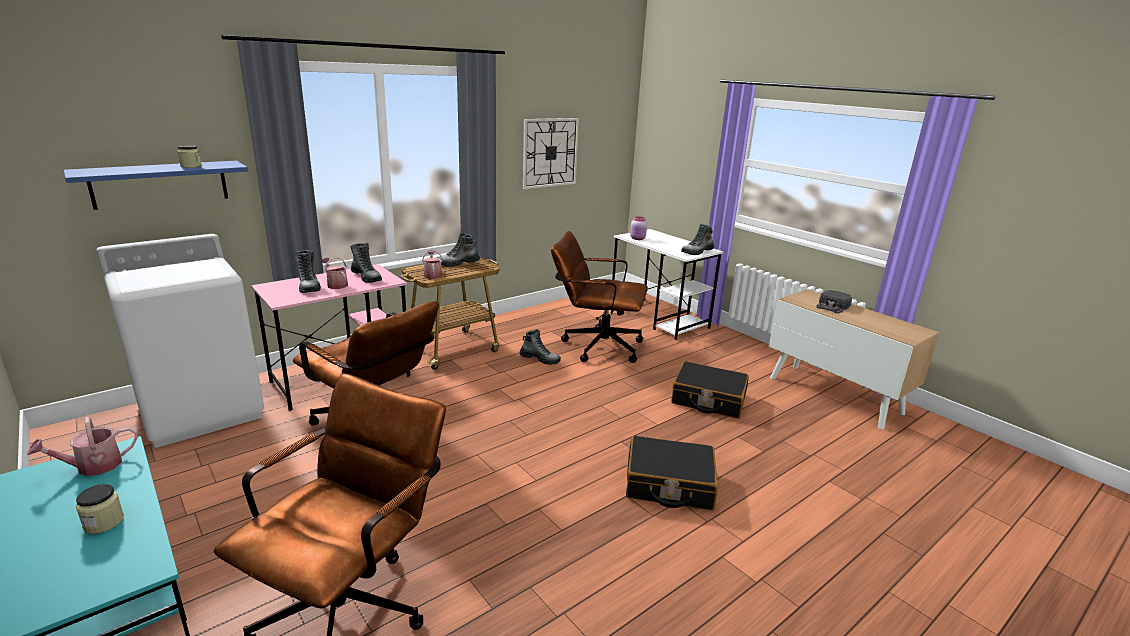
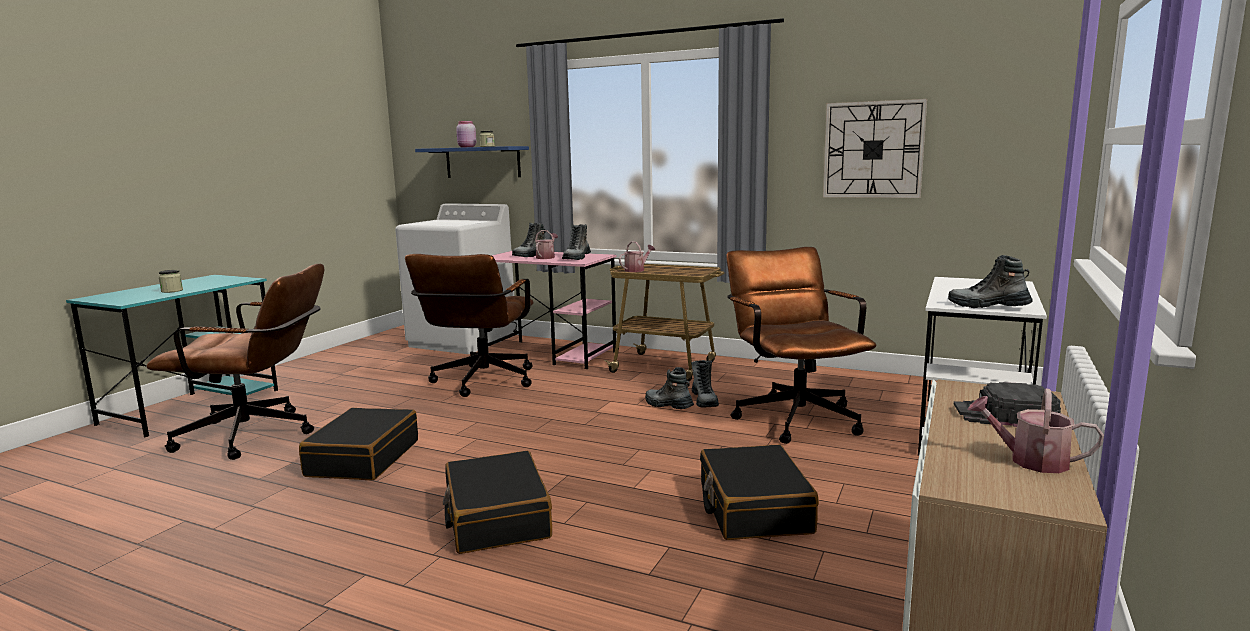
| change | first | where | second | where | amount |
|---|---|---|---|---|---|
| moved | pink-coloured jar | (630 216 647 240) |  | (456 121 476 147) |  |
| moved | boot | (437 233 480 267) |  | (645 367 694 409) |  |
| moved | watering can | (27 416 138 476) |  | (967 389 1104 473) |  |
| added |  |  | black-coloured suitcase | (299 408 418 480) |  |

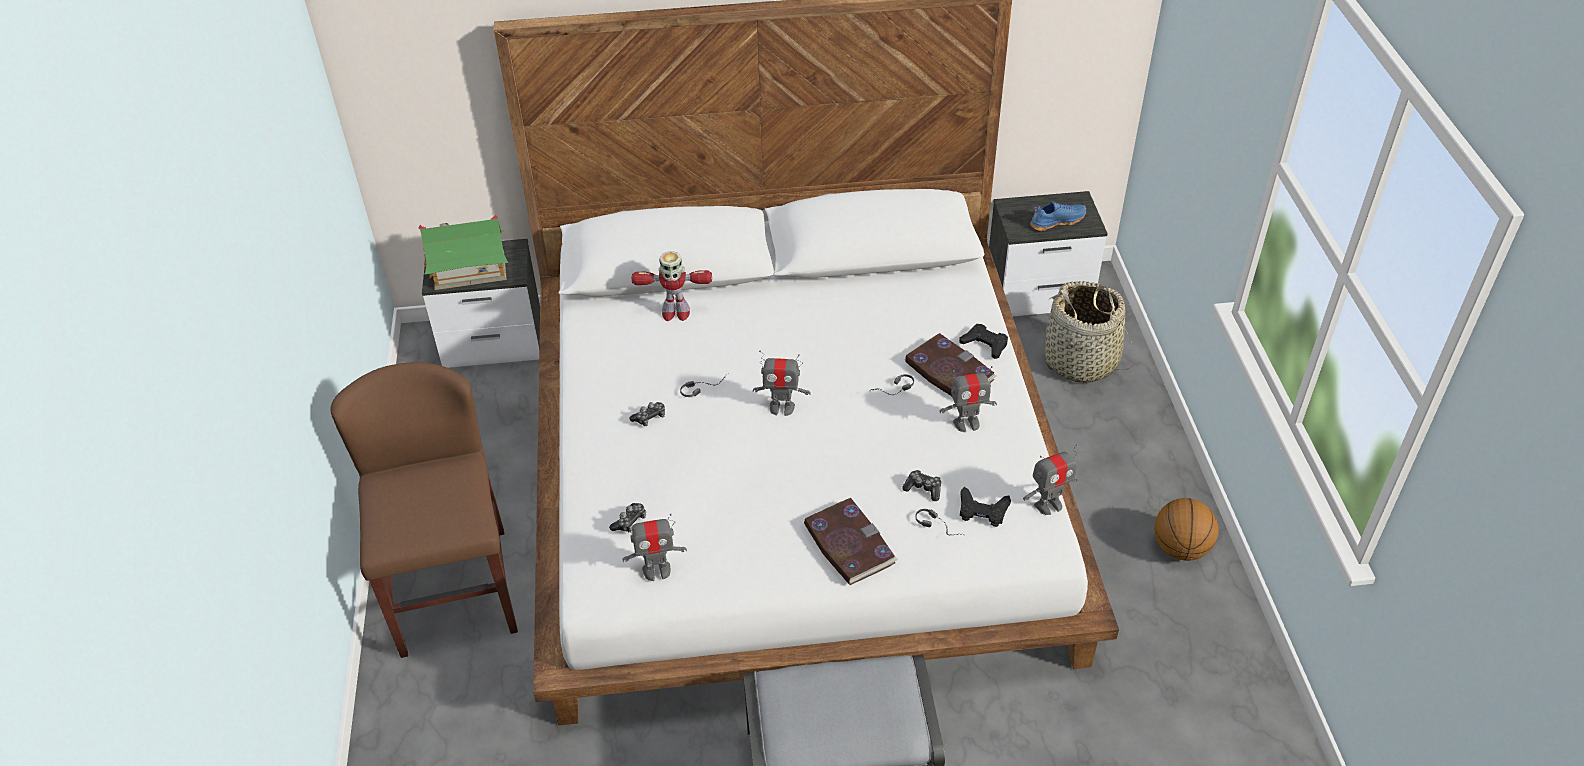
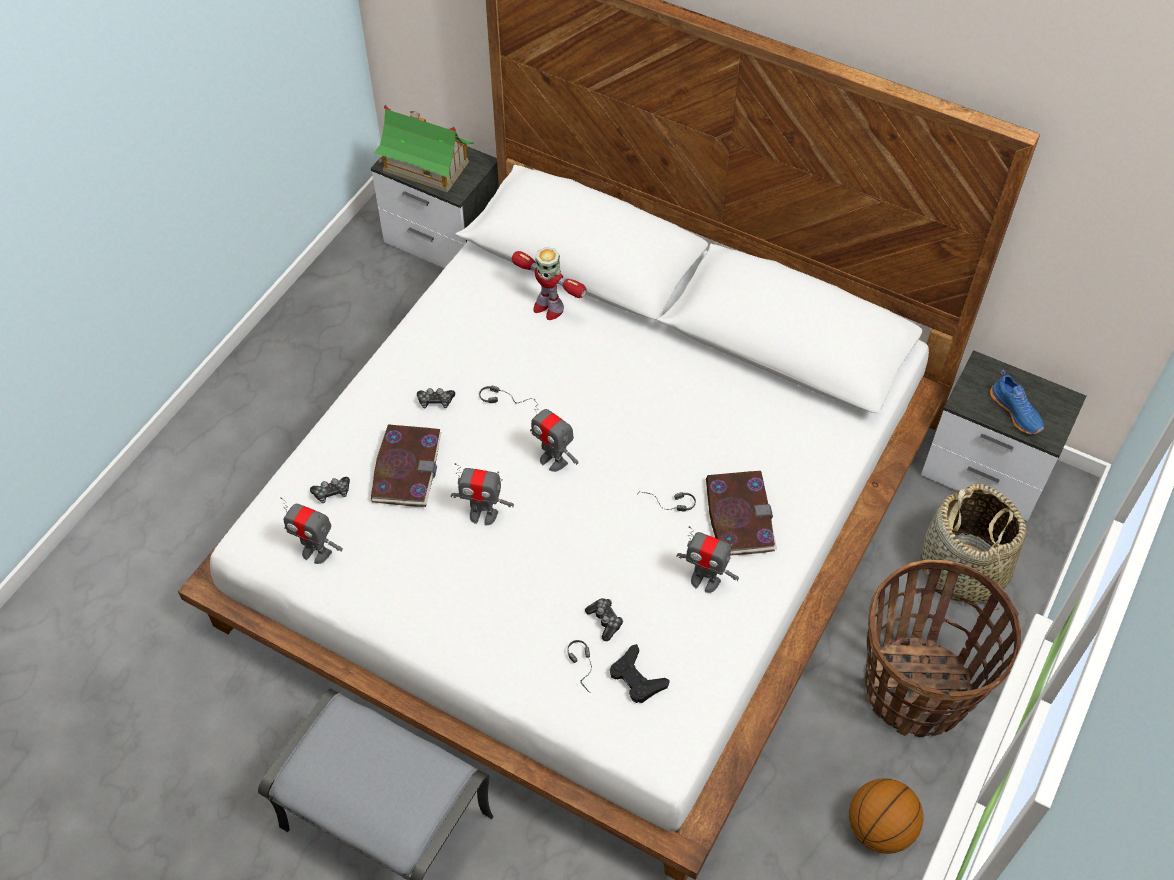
| change | first | where | second | where | amount |
|---|---|---|---|---|---|
| turned | blue-coloured shoe | (1030 202 1086 231) |  | (990 370 1044 434) | 45 degrees clockwise |
| removed | black-coloured game controller | (959 324 1008 359) |  |  |  |
| removed | brown-coloured upright chair | (331 362 518 658) |  |  |  |
| moved | model robot | (1023 444 1078 515) |  | (451 463 514 525) |  |
| moved | volume | (804 498 898 585) |  | (371 425 442 507) |  |
| added |  |  | storage basket | (865 560 1021 737) |  |

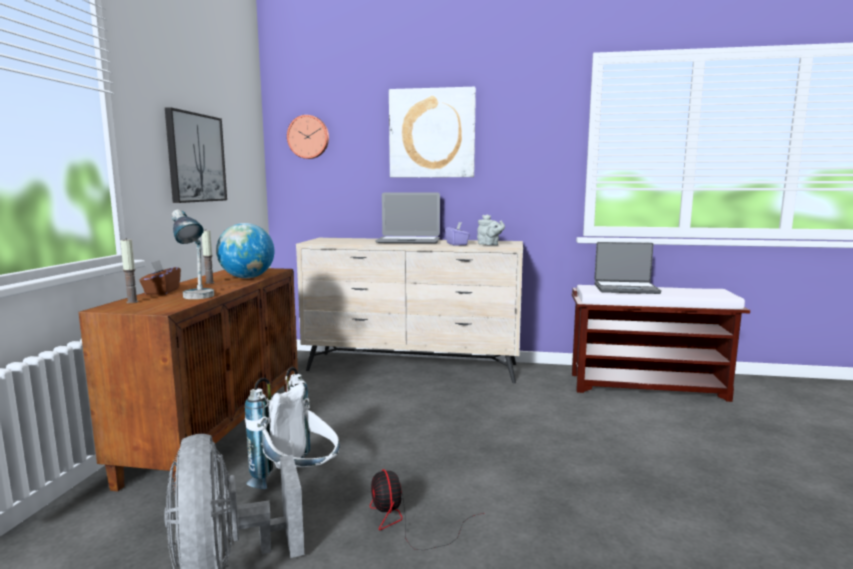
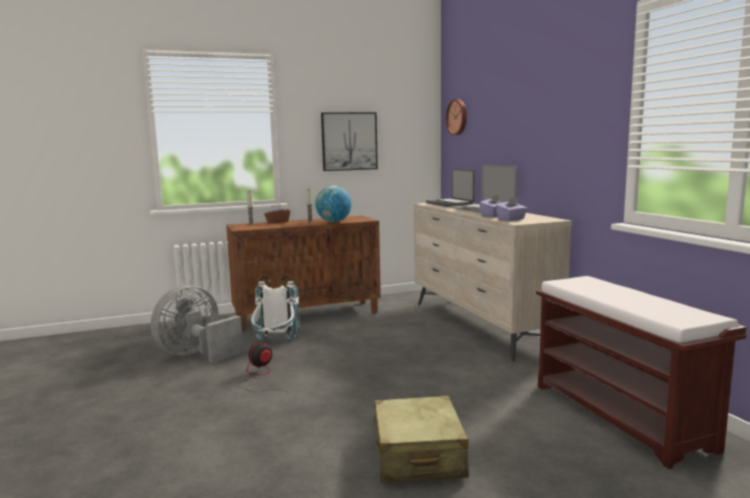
| change | first | where | second | where | amount |
|---|---|---|---|---|---|
| removed | wall art | (389 87 476 177) |  |  |  |
| removed | lamp for a table | (172 210 214 299) |  |  |  |
| replaced | grey tea pot | (477 215 505 245) | purple-coloured box of tissues | (496 197 527 221) |  |
| moved | notebook computer | (594 242 661 294) |  | (426 169 475 207) |  |
| added |  |  | beige-coloured suitcase | (372 396 469 483) |  |

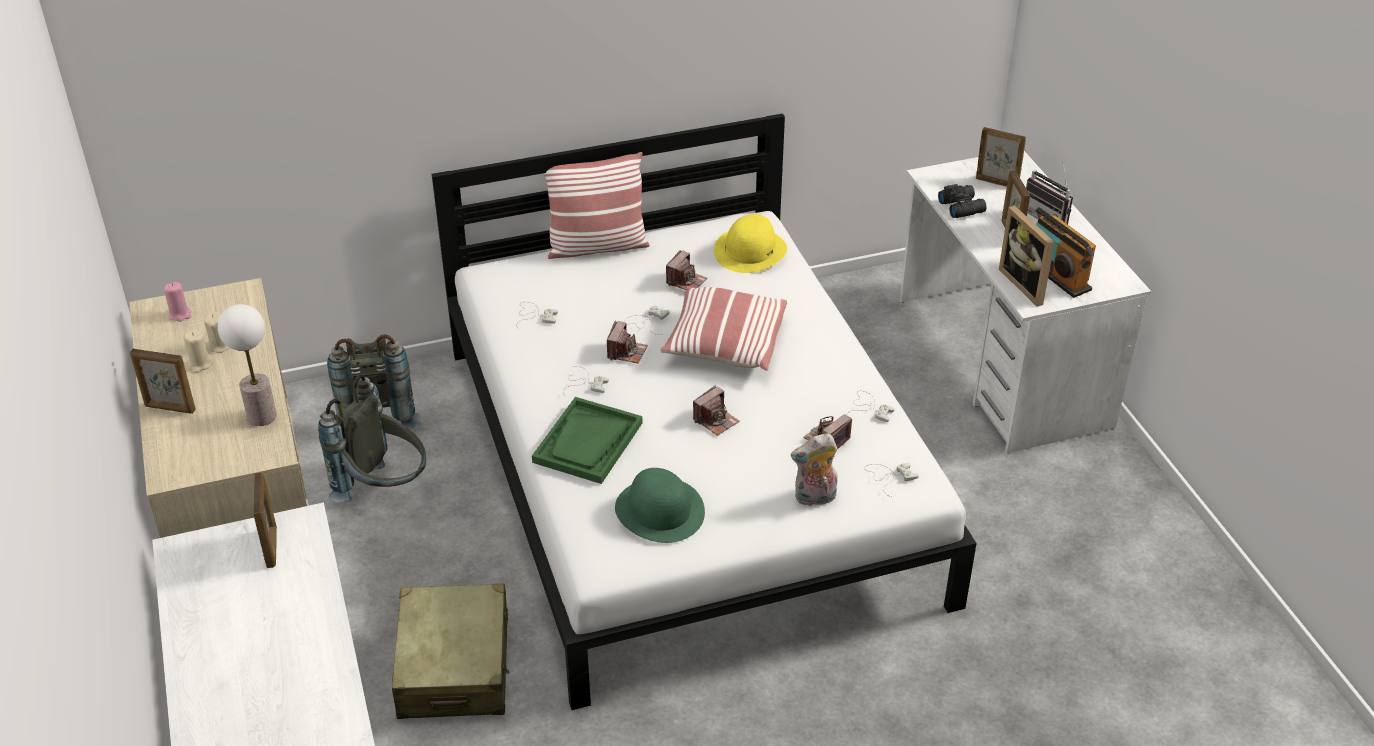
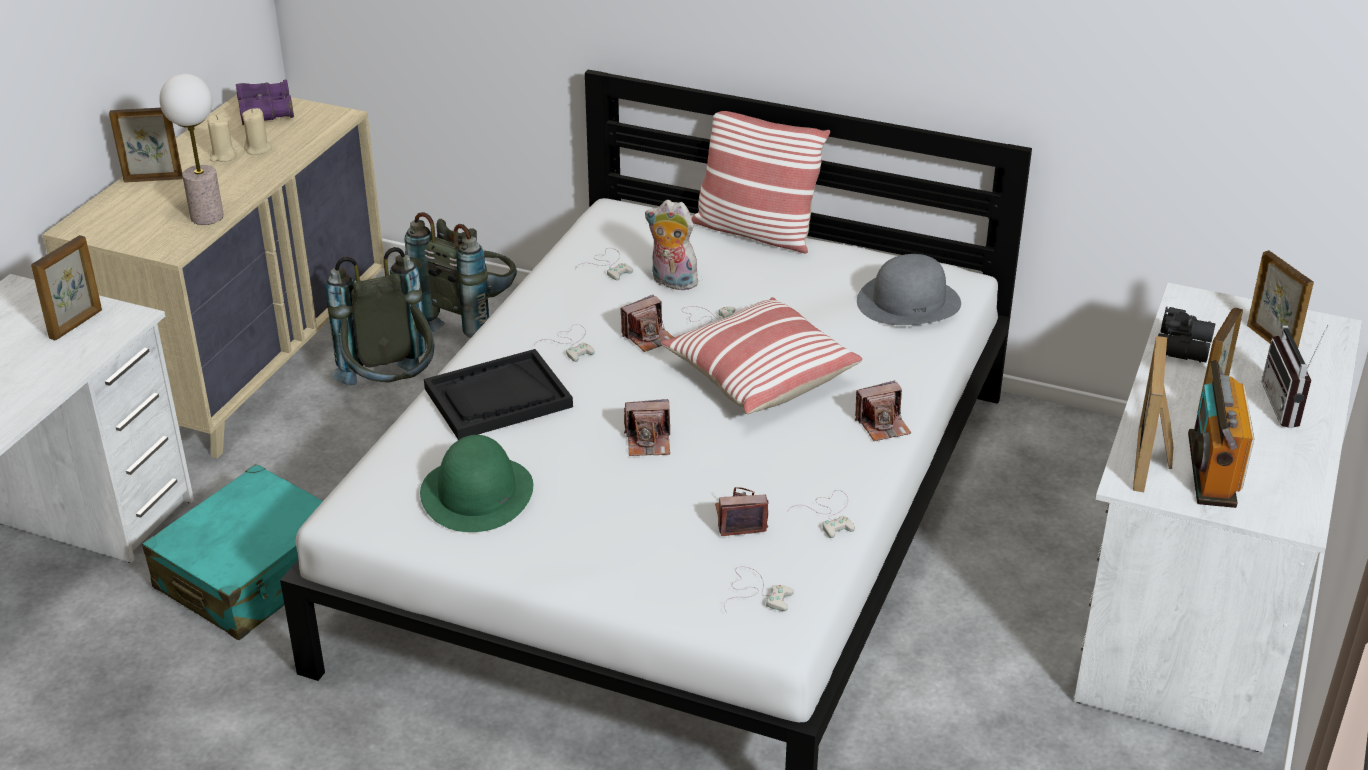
| change | first | where | second | where | amount |
|---|---|---|---|---|---|
| recoloured | yellow clothing hat | (714 214 787 273) | grey clothing hat | (857 254 961 325) |  |
| moved | photo camera | (666 250 707 290) |  | (855 381 911 441) |  |
| replaced | pink-coloured candle | (164 282 191 322) | purple-coloured binoculars | (236 80 294 125) |  |
| turned | standing frame | (130 349 195 414) |  | (109 107 183 183) | 120 degrees clockwise |
| recoloured | green carrying tray | (532 397 642 484) | black-coloured carrying tray | (424 349 573 440) |  |
| moved | cuddly toy | (791 433 838 507) |  | (645 200 698 290) |  |
| recoloured | beige-coloured suitcase | (392 584 509 719) | turquoise-coloured suitcase | (142 464 323 640) |  |

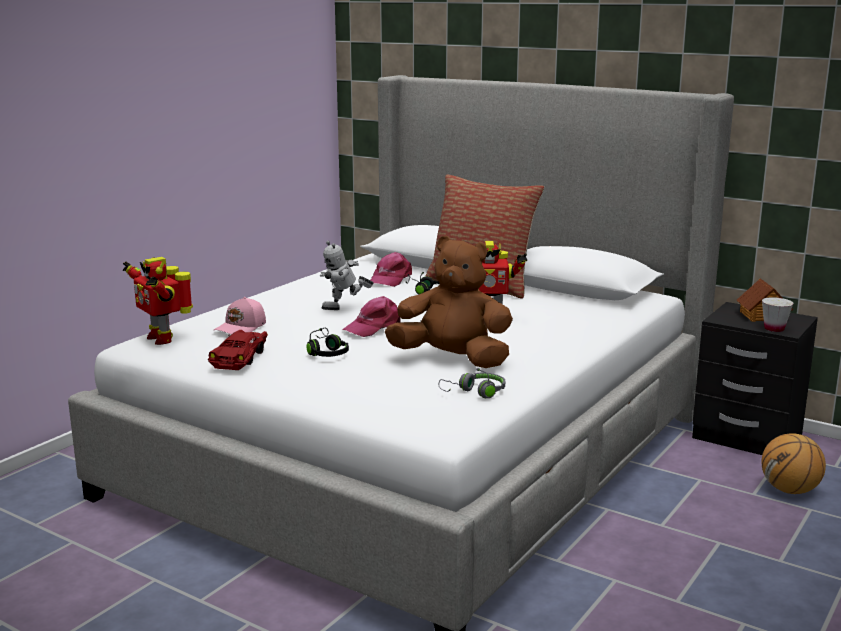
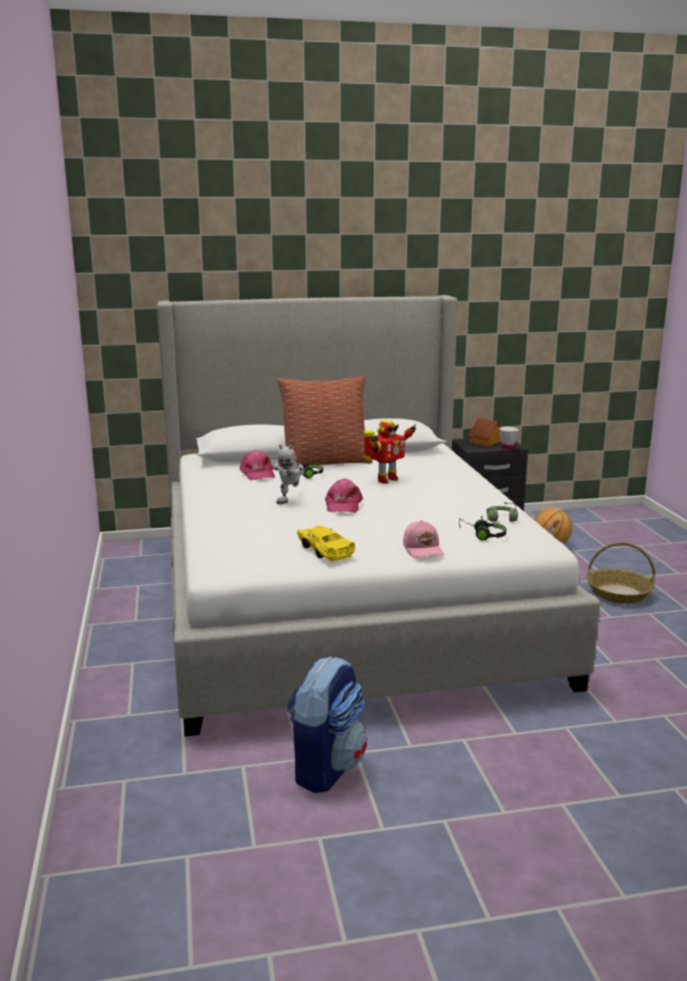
| change | first | where | second | where | amount |
|---|---|---|---|---|---|
| removed | brown-coloured cuddly toy | (385 236 513 368) |  |  |  |
| removed | model robot | (123 257 193 345) |  |  |  |
| moved | pink-coloured cap | (214 297 266 334) |  | (403 520 444 558) |  |
| moved | black-coloured headphones | (306 328 349 357) |  | (459 516 506 540) |  |
| recoloured | red-coloured miniature car | (208 330 268 370) | yellow miniature car | (297 525 356 561) |  |
| added |  |  | storage basket | (587 542 655 604) |  |
| added |  |  | knapsack | (286 657 367 793) |  |

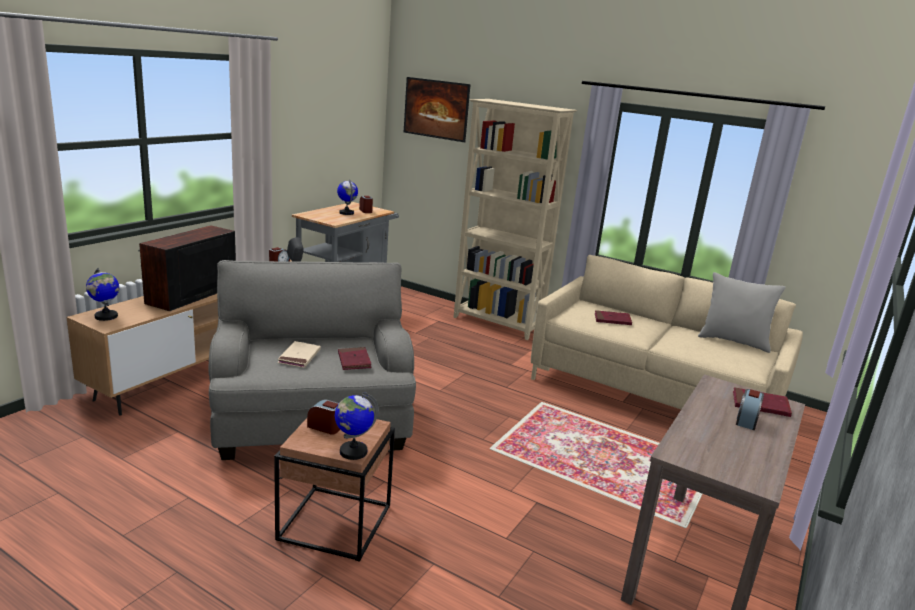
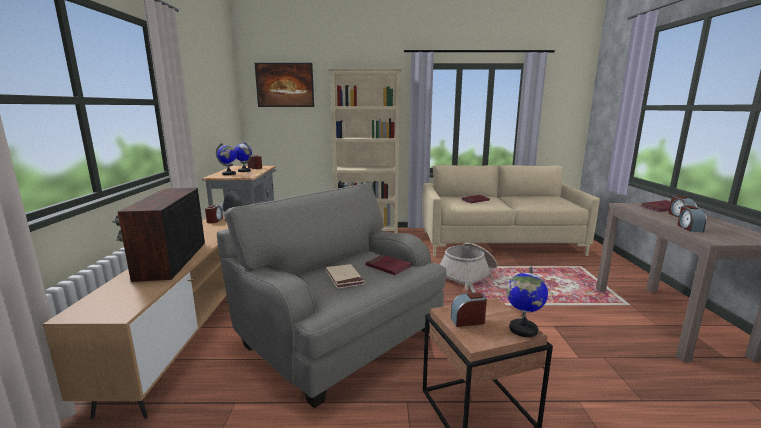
| change | first | where | second | where | amount |
|---|---|---|---|---|---|
| moved | globe | (86 268 119 321) |  | (216 143 237 175) |  |
| removed | grey pillow | (698 272 786 353) |  |  |  |
| added |  |  | alarm clock | (677 206 707 232) |  |
| added |  |  | storage basket | (439 243 498 290) |  |

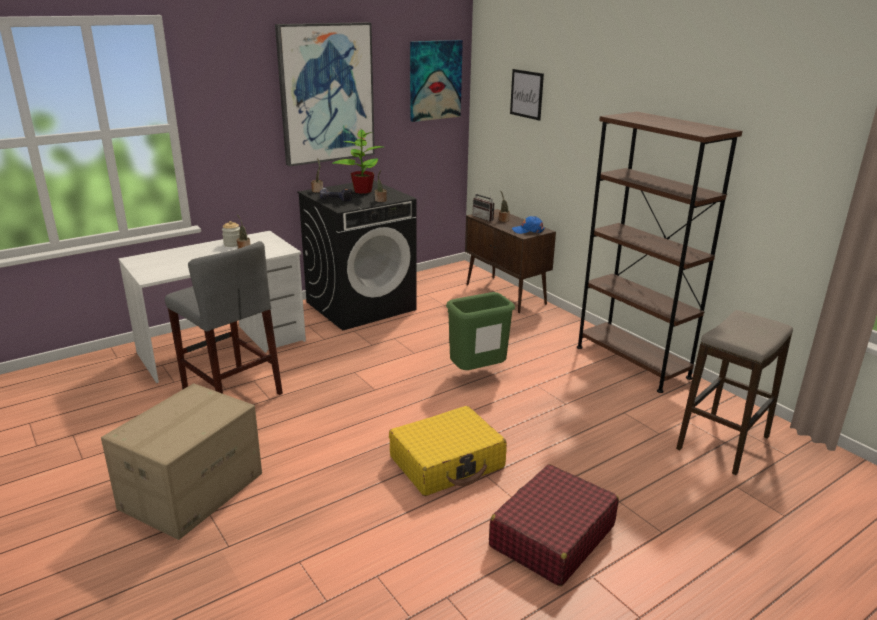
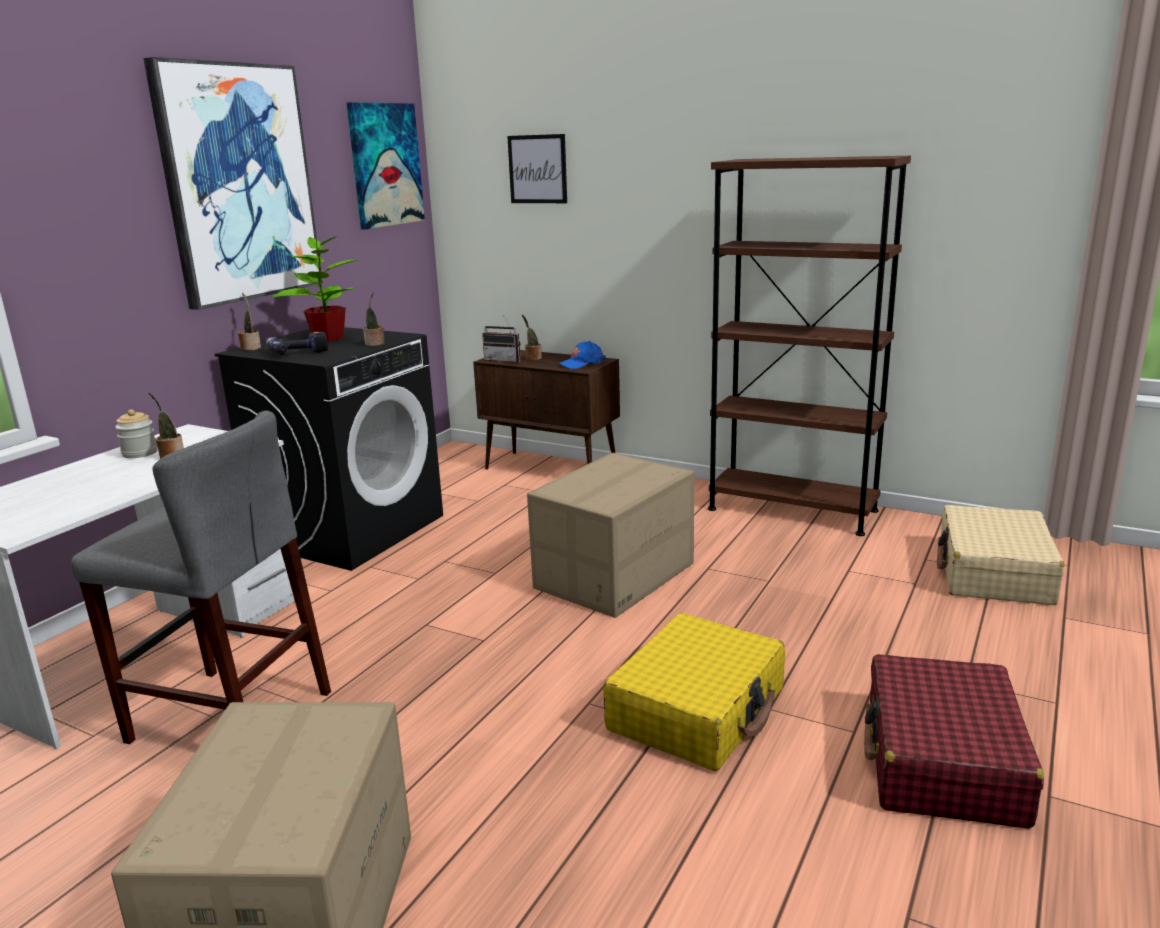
| change | first | where | second | where | amount |
|---|---|---|---|---|---|
| replaced | green waste bin | (446 292 515 370) | packing box | (527 453 694 618) |  |
| replaced | stool | (676 310 793 475) | beige-coloured suitcase | (937 505 1064 605) |  |

